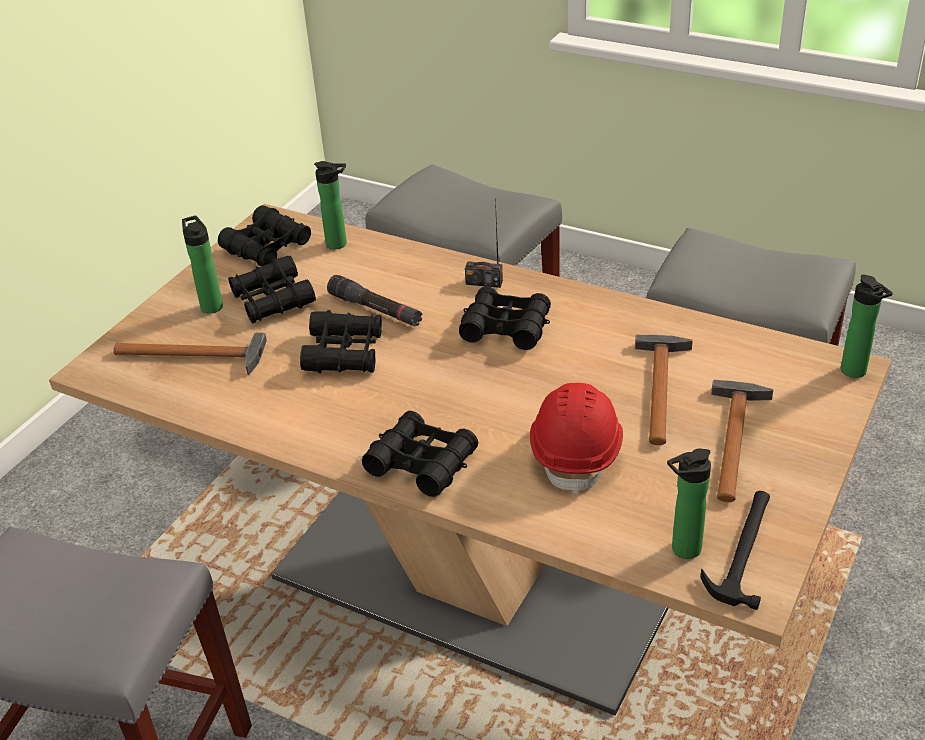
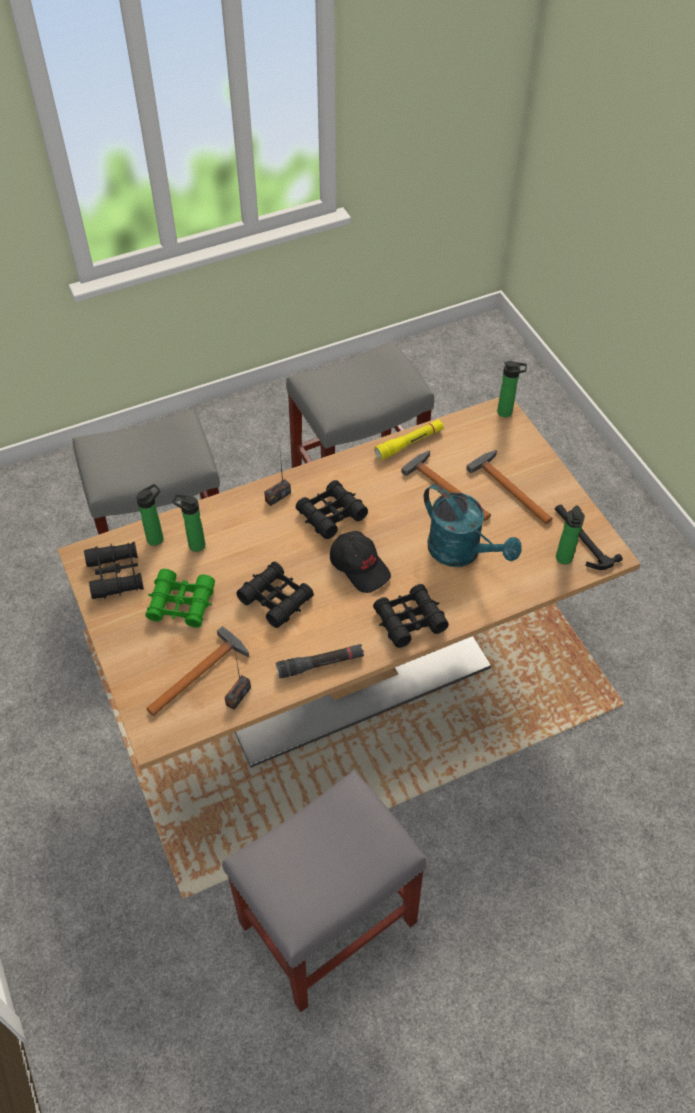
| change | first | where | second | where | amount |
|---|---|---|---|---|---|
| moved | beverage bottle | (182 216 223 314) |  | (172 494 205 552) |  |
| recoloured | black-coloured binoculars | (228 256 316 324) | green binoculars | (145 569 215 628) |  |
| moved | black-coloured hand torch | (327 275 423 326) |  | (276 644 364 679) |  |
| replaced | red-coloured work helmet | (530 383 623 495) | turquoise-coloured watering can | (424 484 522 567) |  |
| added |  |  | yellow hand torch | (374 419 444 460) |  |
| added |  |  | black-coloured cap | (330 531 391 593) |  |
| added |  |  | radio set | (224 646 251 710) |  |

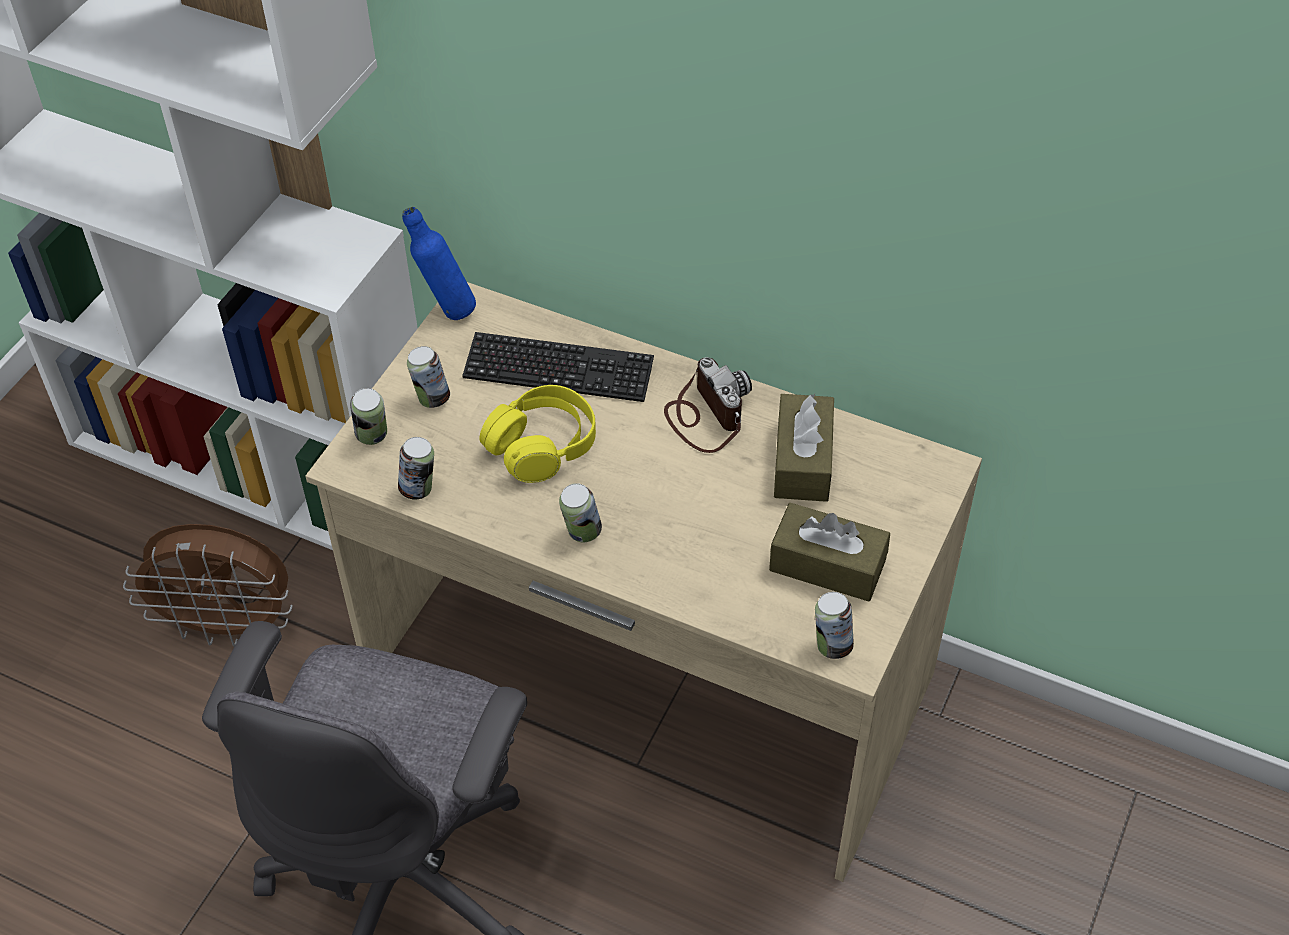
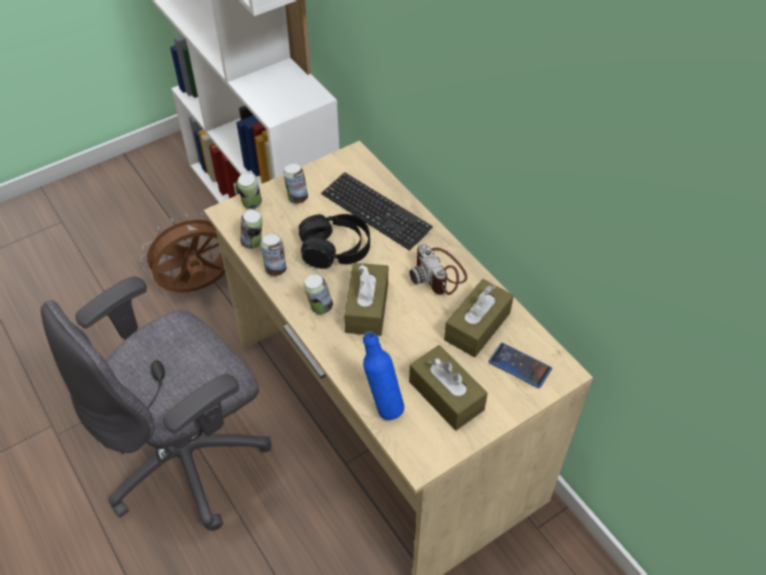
| change | first | where | second | where | amount |
|---|---|---|---|---|---|
| moved | blue-coloured beverage bottle | (402 207 476 320) |  | (363 331 404 420) |  |
| turned | photo camera | (664 357 752 453) |  | (410 244 467 295) | 150 degrees clockwise |
| recoloured | yellow headphones | (479 385 596 483) | black-coloured headphones | (299 214 370 269) |  |
| turned | brown-coloured fan | (123 524 293 647) |  | (140 213 225 292) | 120 degrees clockwise |
| moved | metal can | (815 592 854 659) |  | (261 234 287 276) |  |
| added |  |  | brown-coloured box of tissues | (344 263 388 336) |  |
| added |  |  | handset | (488 343 552 388) |  |

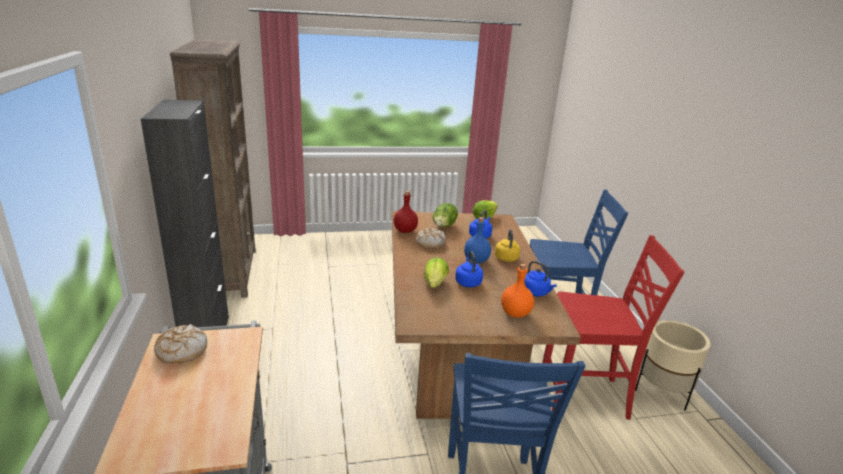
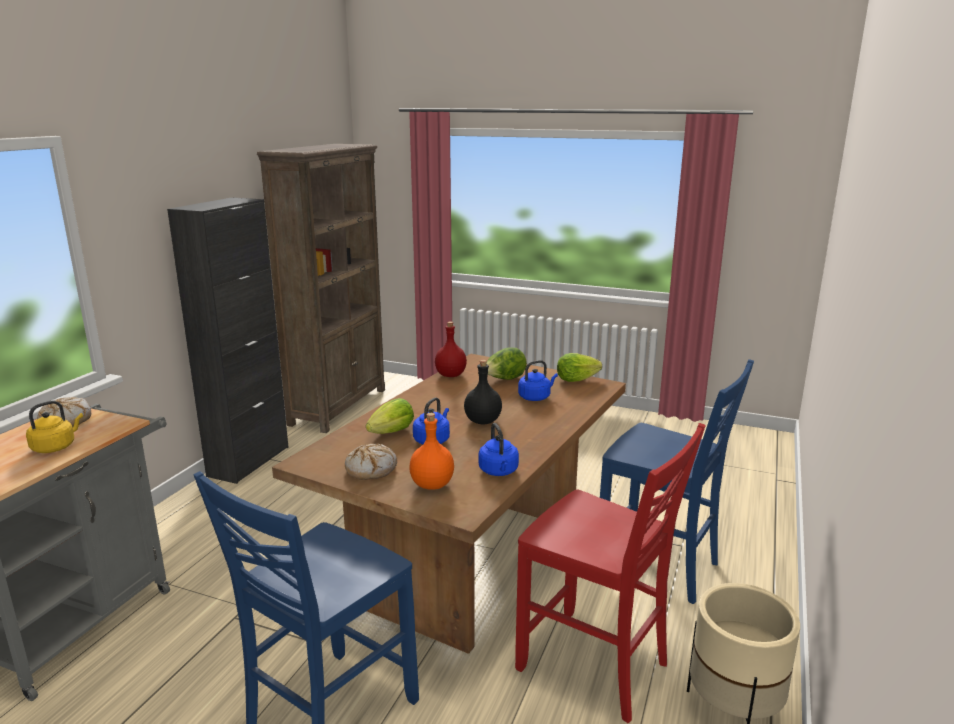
| change | first | where | second | where | amount |
|---|---|---|---|---|---|
| recoloured | blue-coloured beverage bottle | (464 217 491 263) | black-coloured beverage bottle | (464 360 502 425) |  |
| moved | bread | (415 228 446 249) |  | (345 444 397 480) |  |
| moved | yellow water kettle | (495 229 520 262) |  | (26 401 83 453) |  |

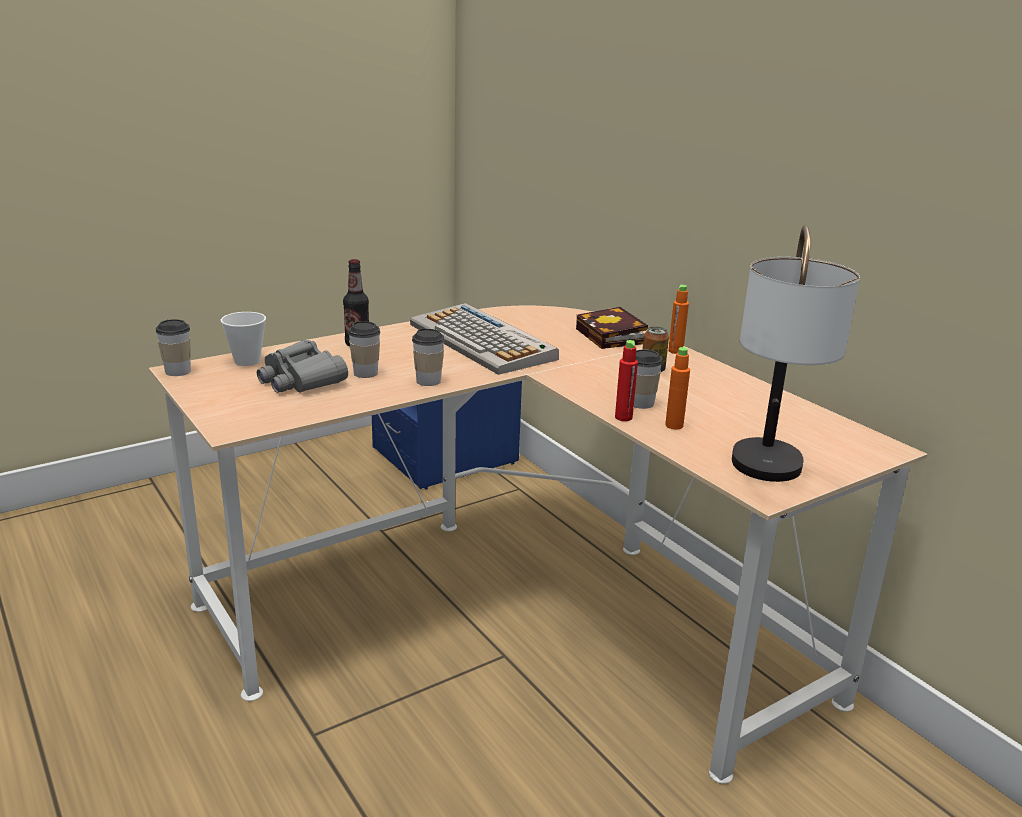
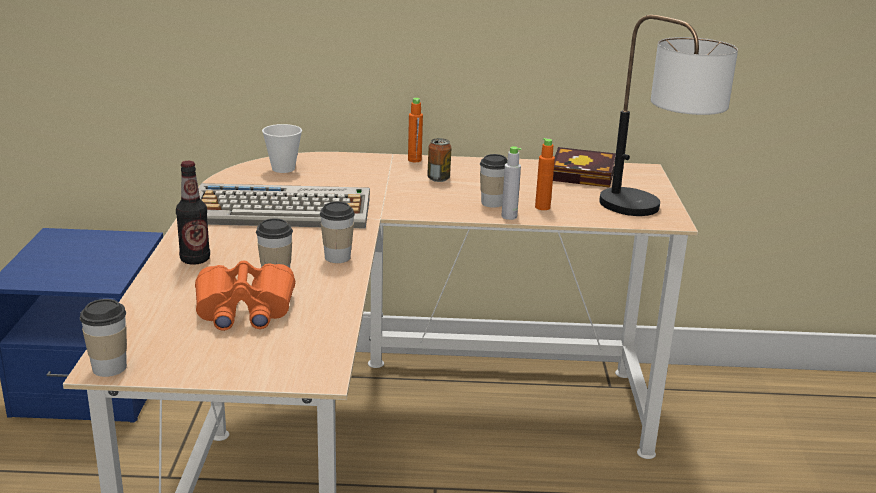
| change | first | where | second | where | amount |
|---|---|---|---|---|---|
| moved | volume | (576 307 648 349) |  | (553 147 616 188) |  |
| moved | drinking cup | (221 312 266 366) |  | (262 124 302 173) |  |
| recoloured | grey binoculars | (257 339 348 393) | orange binoculars | (195 260 295 331) |  |
| recoloured | red-coloured beverage bottle | (615 340 638 421) | grey beverage bottle | (502 146 521 220) |  |

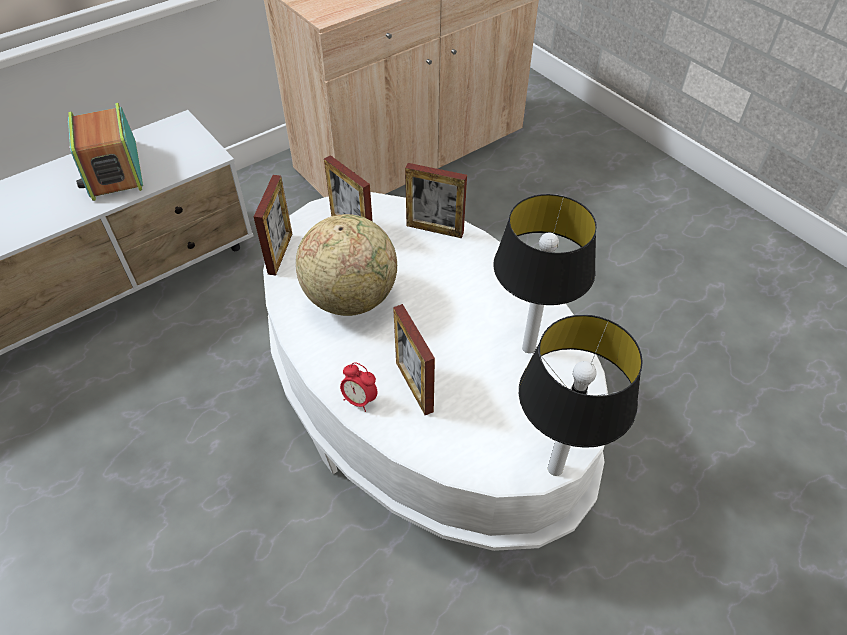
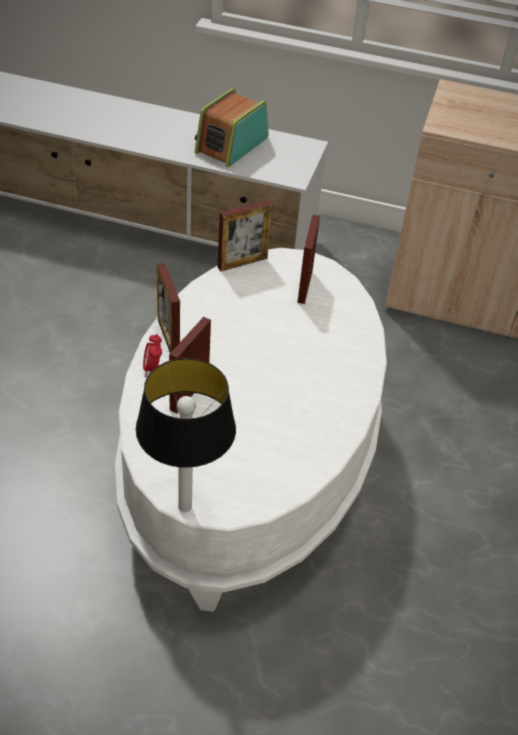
| change | first | where | second | where | amount |
|---|---|---|---|---|---|
| moved | standing frame | (405 163 467 238) |  | (157 263 180 353) |  |
| removed | lamp for a table | (493 194 597 353) |  |  |  |
| removed | globe | (296 214 397 316) |  |  |  |

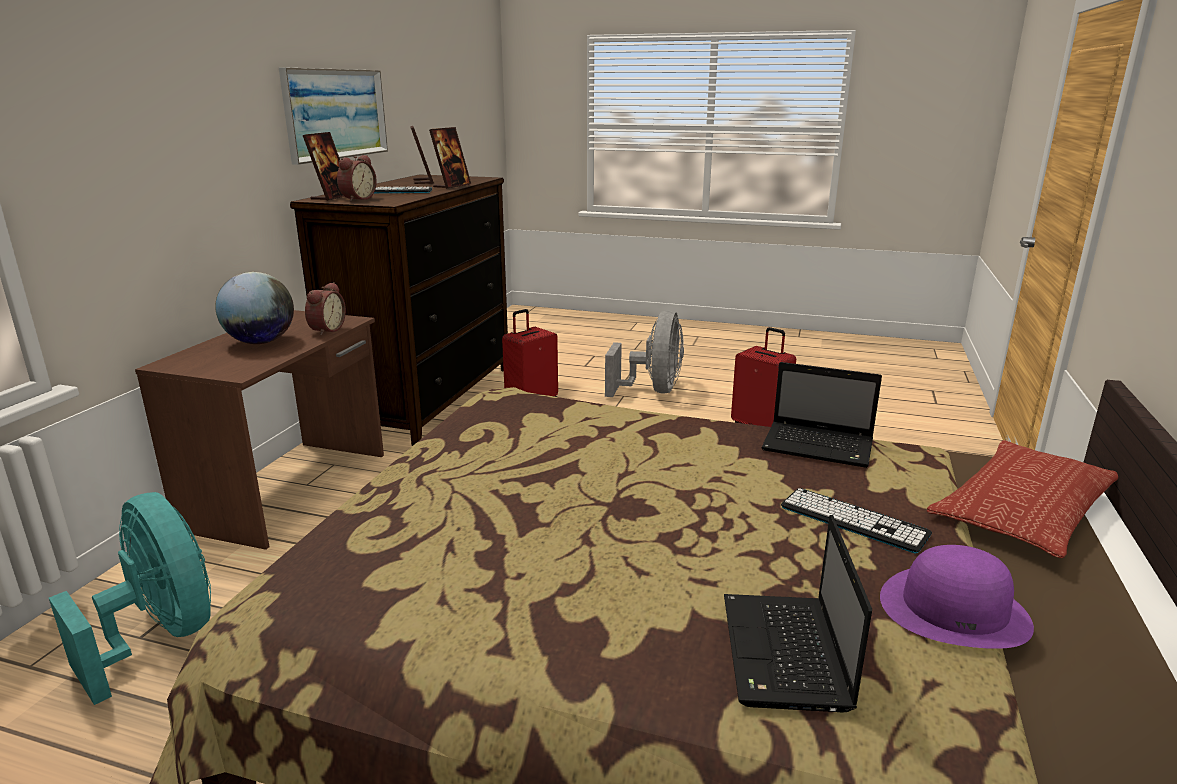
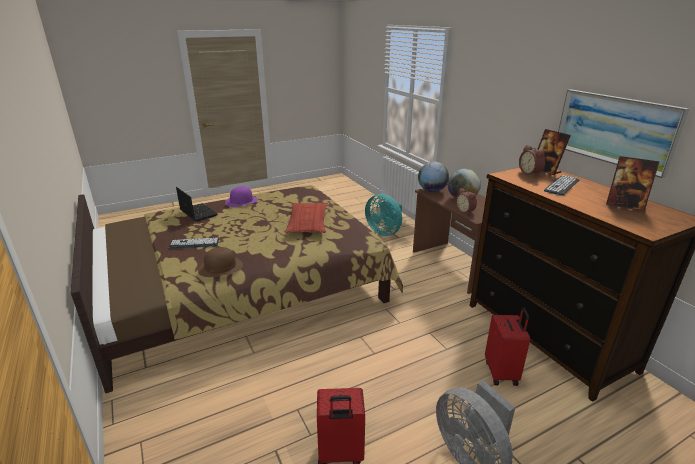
| change | first | where | second | where | amount |
|---|---|---|---|---|---|
| removed | standing frame | (429 127 471 189) |  |  |  |
| replaced | notebook computer | (762 362 882 468) | brown-coloured clothing hat | (198 247 243 277) |  |
| moved | pillow | (927 440 1118 558) |  | (285 203 328 233) |  |
| turned | turquoise-coloured fan | (49 492 211 705) |  | (365 194 402 236) | 45 degrees clockwise |
| moved | purple-coloured clothing hat | (880 545 1034 649) |  | (225 186 258 207) |  |
| added |  |  | globe | (418 162 449 192) |  |

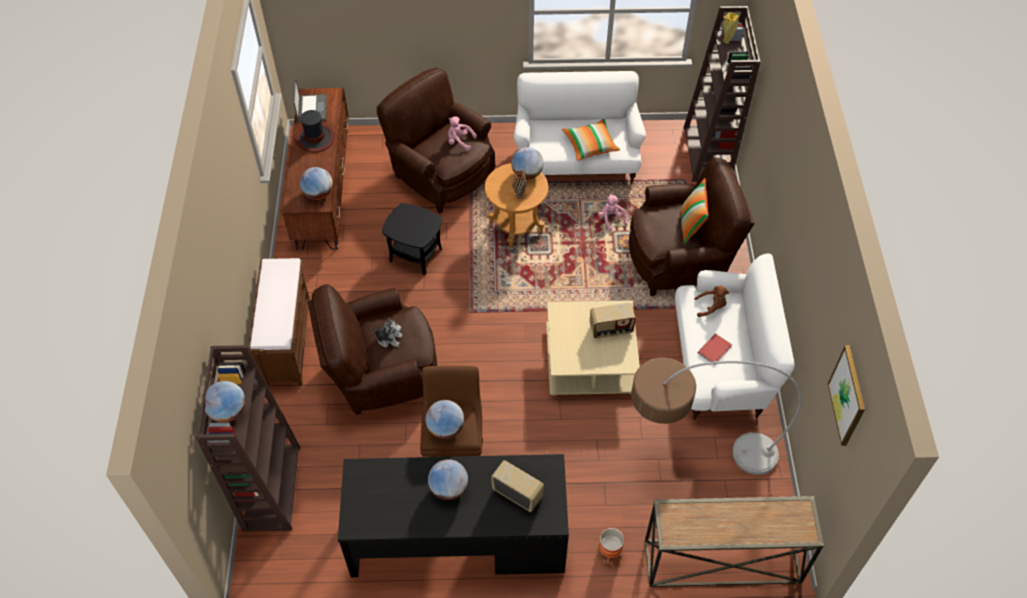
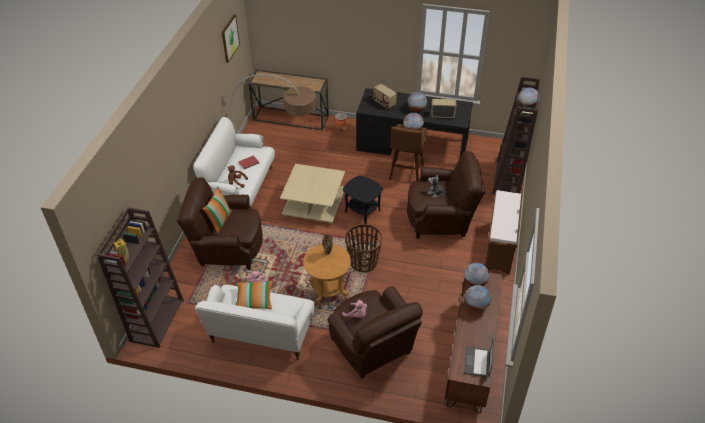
| change | first | where | second | where | amount |
|---|---|---|---|---|---|
| removed | clothing hat | (295 110 335 152) |  |  |  |
| moved | globe | (511 147 543 180) |  | (465 285 491 311) |  |
| moved | black-coloured end table | (382 203 442 275) |  | (343 175 383 224) |  |
| moved | radio set | (590 303 636 338) |  | (431 99 456 118) |  |
| added |  |  | storage basket | (345 224 382 272) |  |

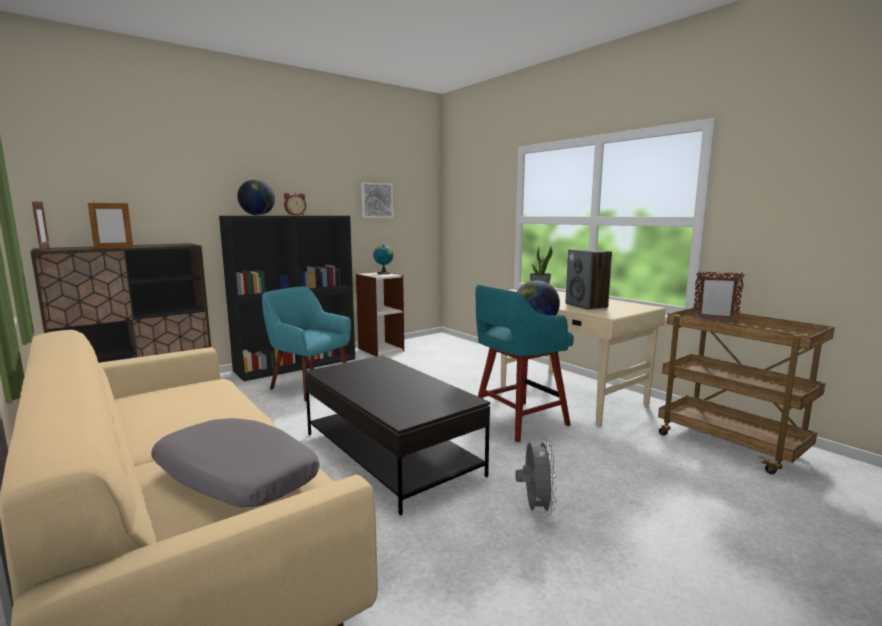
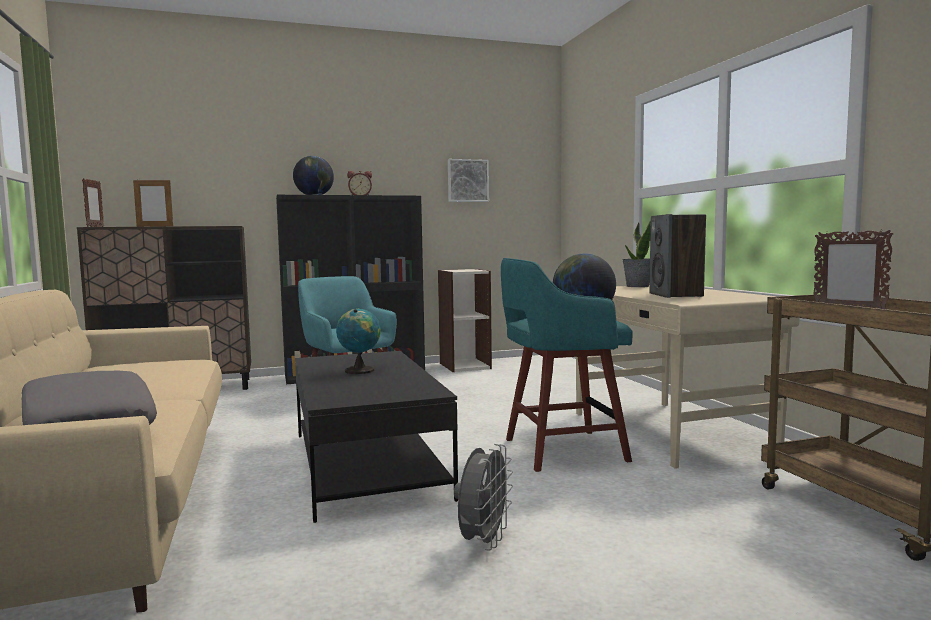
| change | first | where | second | where | amount |
|---|---|---|---|---|---|
| moved | globe | (373 245 393 274) |  | (336 309 381 374) |  |

